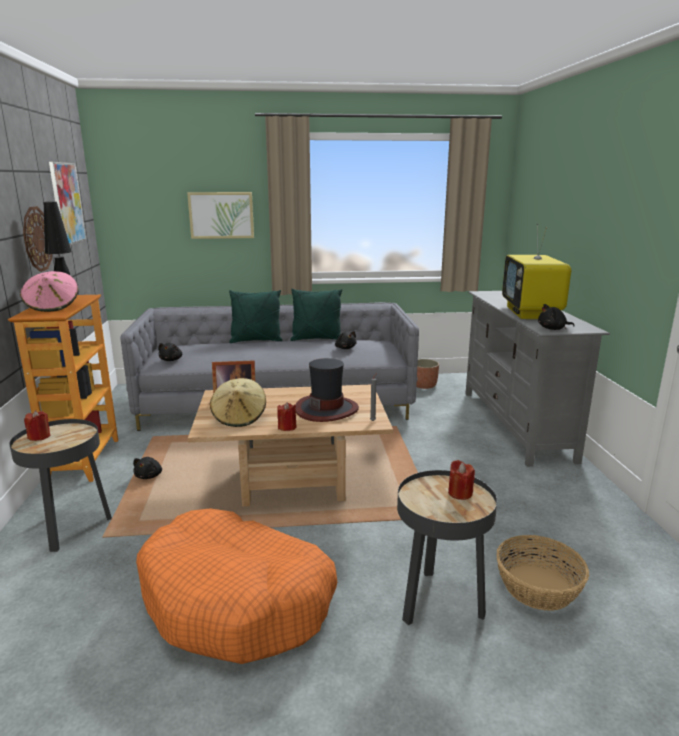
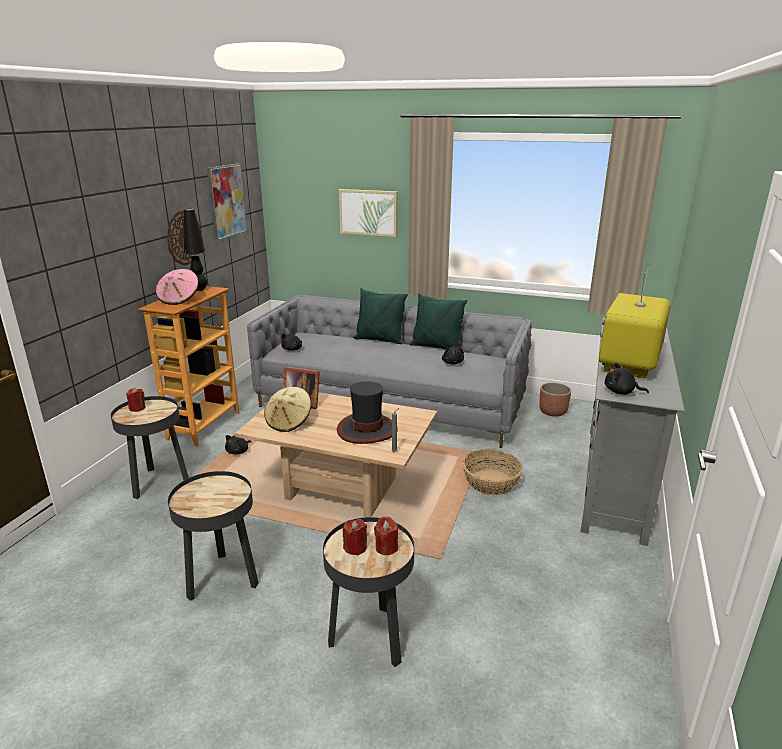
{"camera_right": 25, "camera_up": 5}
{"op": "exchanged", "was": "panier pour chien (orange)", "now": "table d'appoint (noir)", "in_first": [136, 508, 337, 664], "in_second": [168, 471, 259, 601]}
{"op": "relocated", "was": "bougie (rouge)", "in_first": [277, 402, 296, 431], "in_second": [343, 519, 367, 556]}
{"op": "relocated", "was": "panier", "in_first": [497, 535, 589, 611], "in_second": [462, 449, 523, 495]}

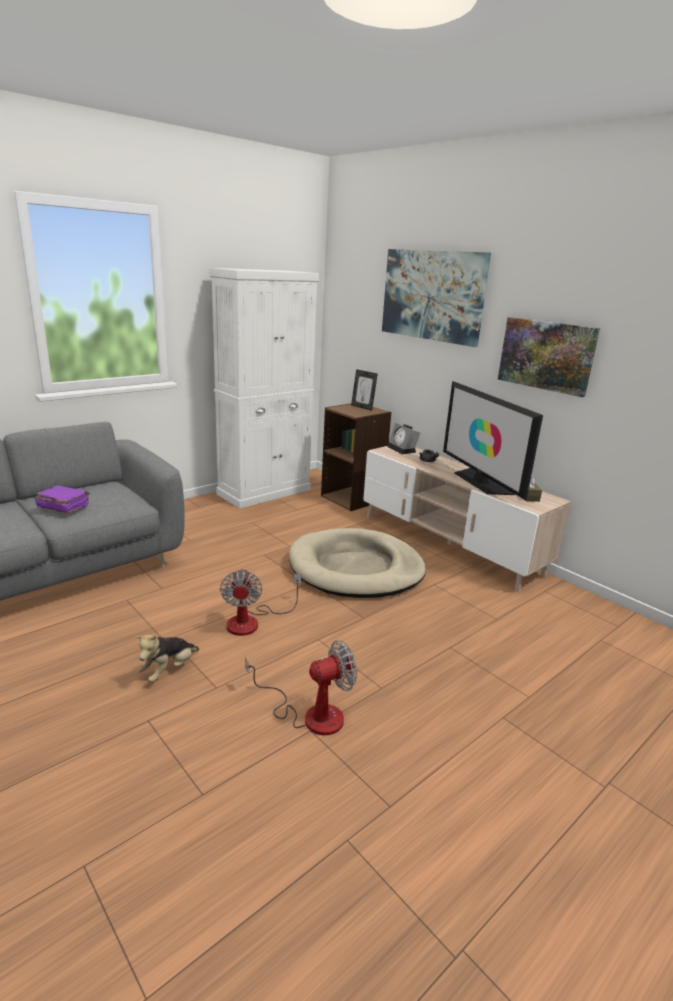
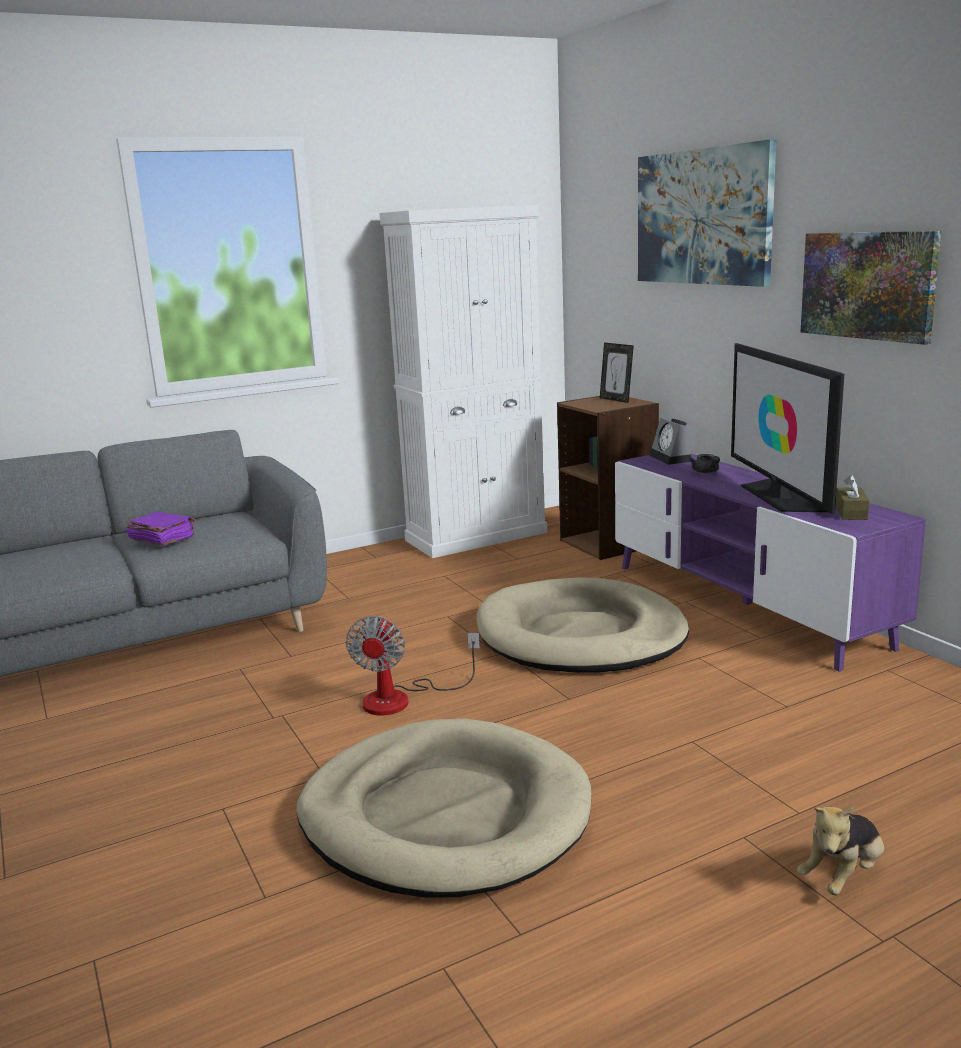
{"camera_right": 15, "camera_up": -5}
{"op": "exchanged", "was": "ventilateur", "now": "panier pour chien (beige)", "in_first": [245, 640, 357, 735], "in_second": [297, 719, 591, 898]}
{"op": "colour", "was": "meuble télé (beige)", "now": "meuble télé (violet)", "in_first": [363, 446, 571, 593], "in_second": [615, 454, 926, 672]}
{"op": "relocated", "was": "peluche", "in_first": [136, 635, 199, 682], "in_second": [797, 807, 884, 896]}

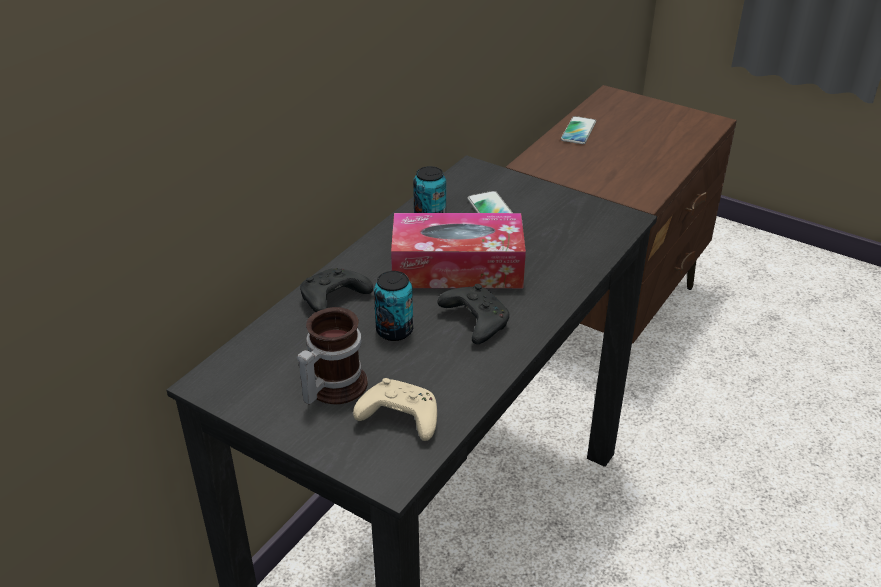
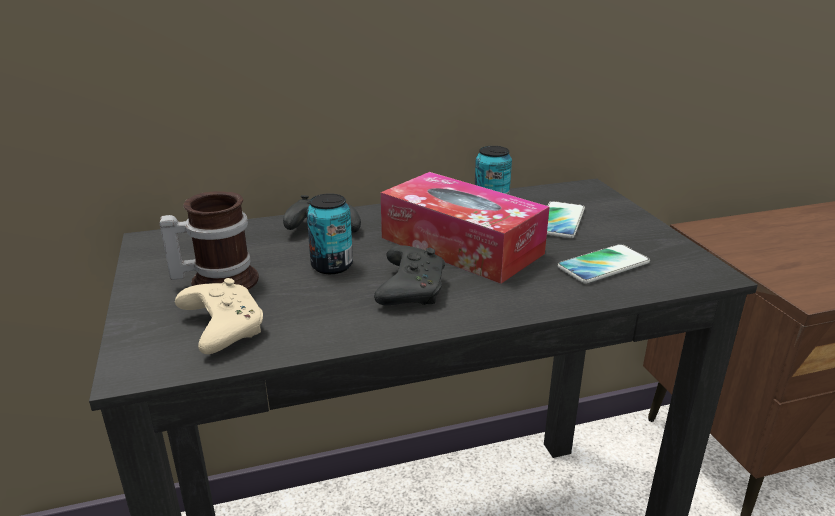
{"camera_right": 40, "camera_up": -10}
{"op": "relocated", "was": "téléphone", "in_first": [561, 116, 596, 144], "in_second": [557, 244, 650, 284]}

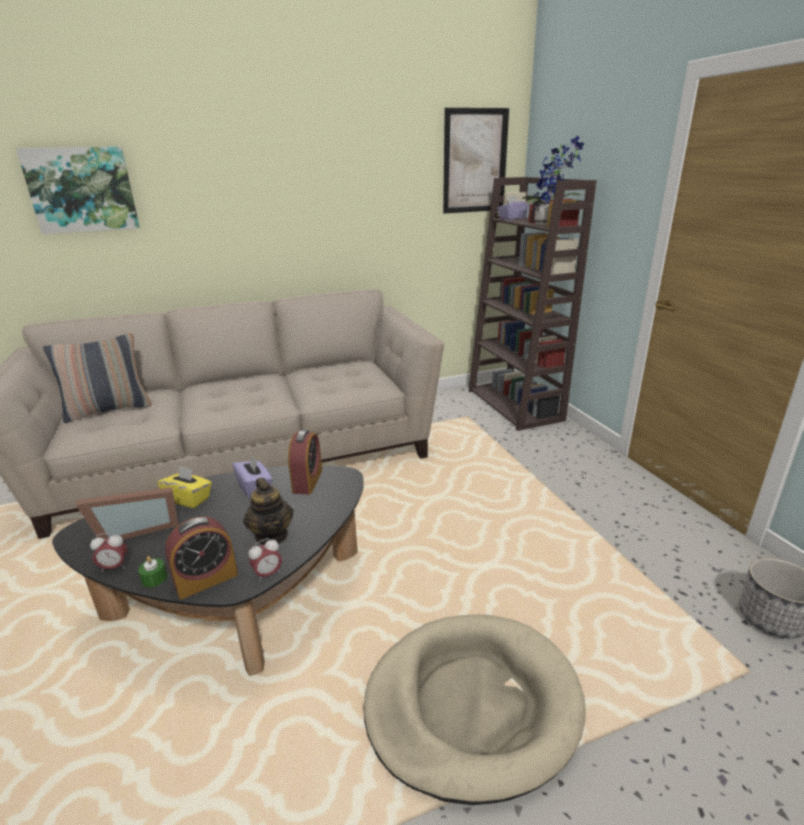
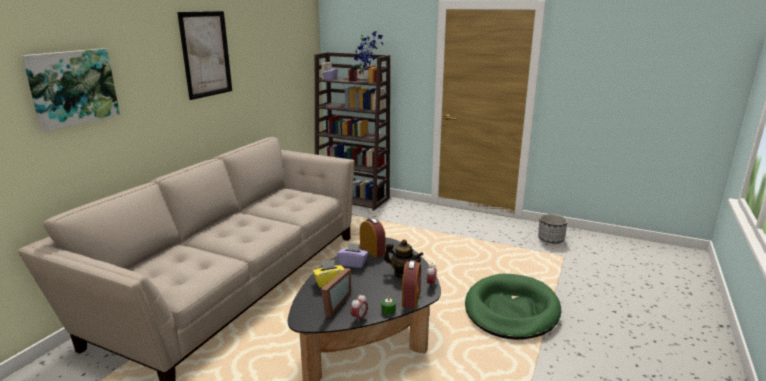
{"camera_right": -45, "camera_up": -5}
{"op": "relocated", "was": "tableau", "in_first": [443, 108, 509, 213], "in_second": [177, 11, 232, 100]}
{"op": "colour", "was": "panier pour chien (beige)", "now": "panier pour chien (vert)", "in_first": [364, 614, 586, 805], "in_second": [465, 274, 561, 340]}
{"op": "missing", "was": "coussin", "in_first": [43, 333, 151, 423]}

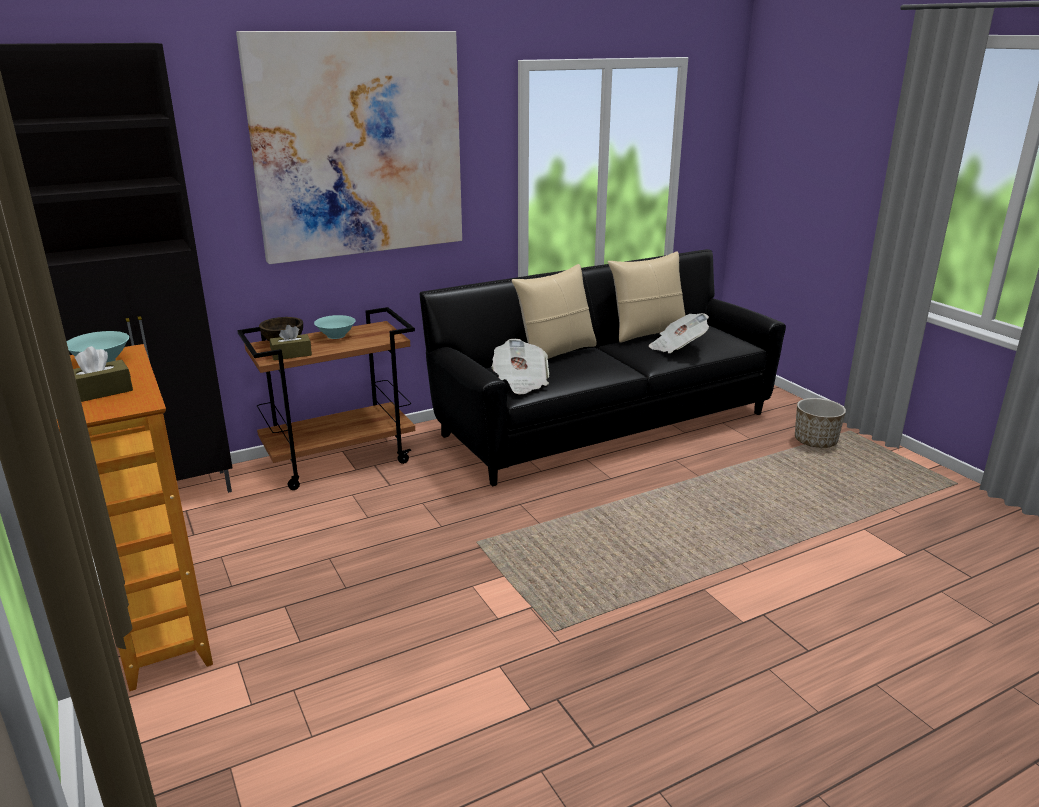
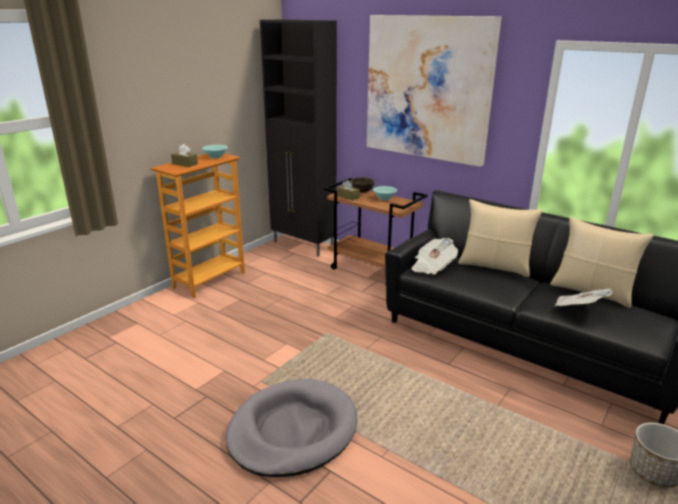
{"camera_right": 65, "camera_up": 0}
{"op": "appeared", "now": "panier pour chien (gris)", "in_second": [226, 379, 357, 477]}

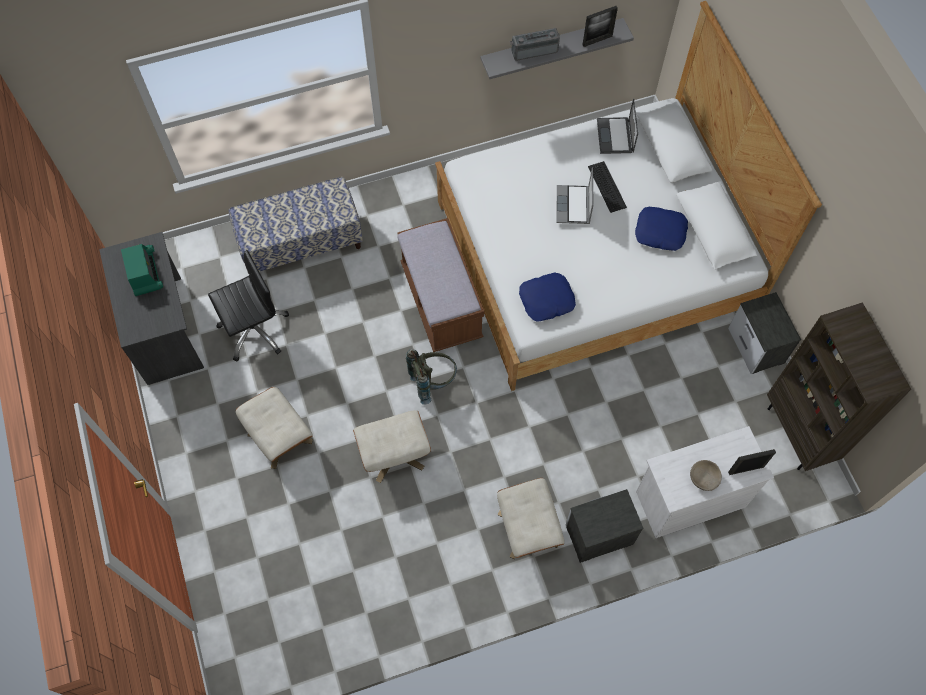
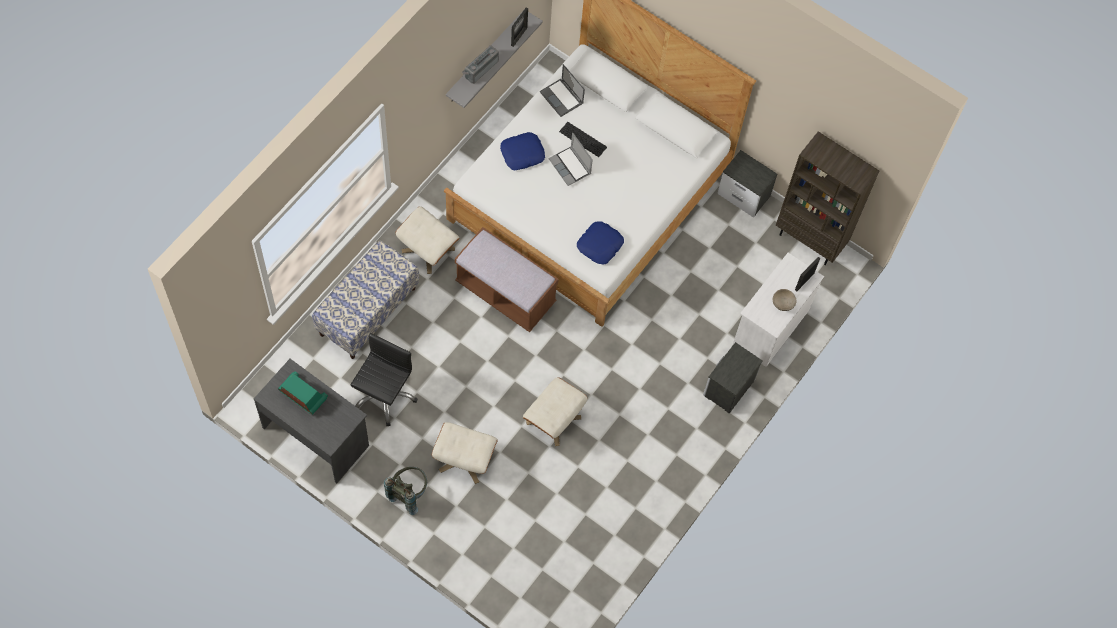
{"camera_right": -40, "camera_up": 0}
{"op": "relocated", "was": "sac à dos (gris)", "in_first": [406, 349, 457, 405], "in_second": [384, 467, 427, 515]}
{"op": "relocated", "was": "pouf (beige)", "in_first": [497, 478, 565, 559], "in_second": [395, 206, 460, 274]}
{"op": "relocated", "was": "coussin (bleu)", "in_first": [635, 207, 688, 251], "in_second": [500, 132, 545, 170]}

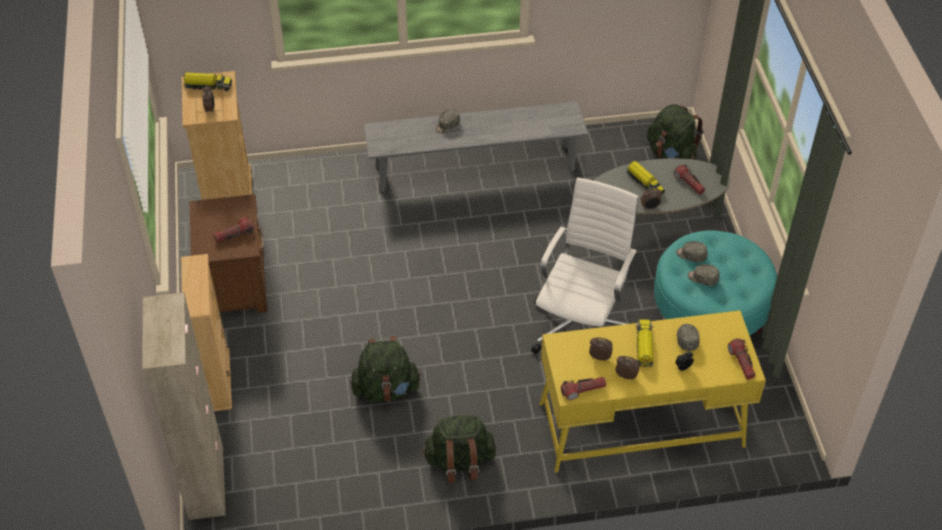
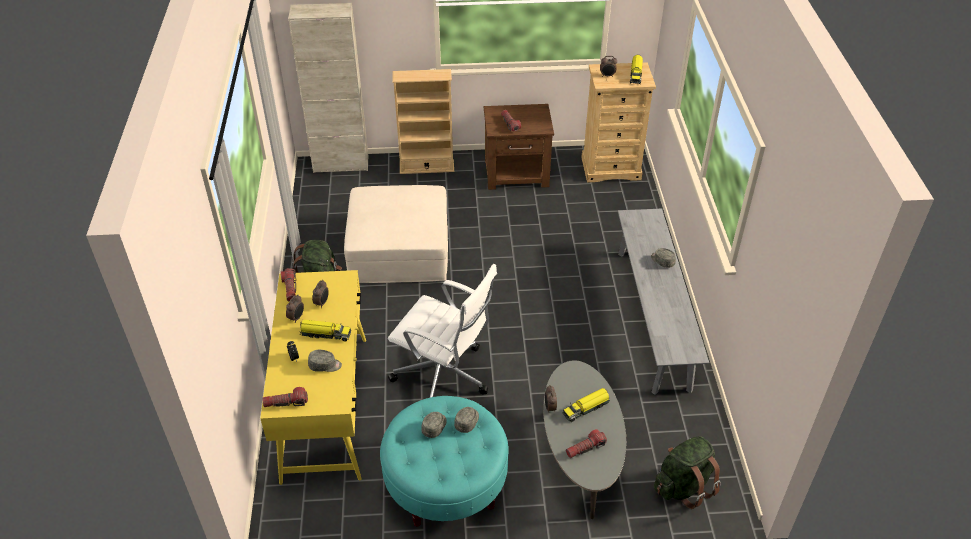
{"camera_right": 95, "camera_up": -5}
{"op": "exchanged", "was": "sac à dos (vert)", "now": "pouf (beige)", "in_first": [350, 336, 421, 402], "in_second": [344, 185, 448, 283]}

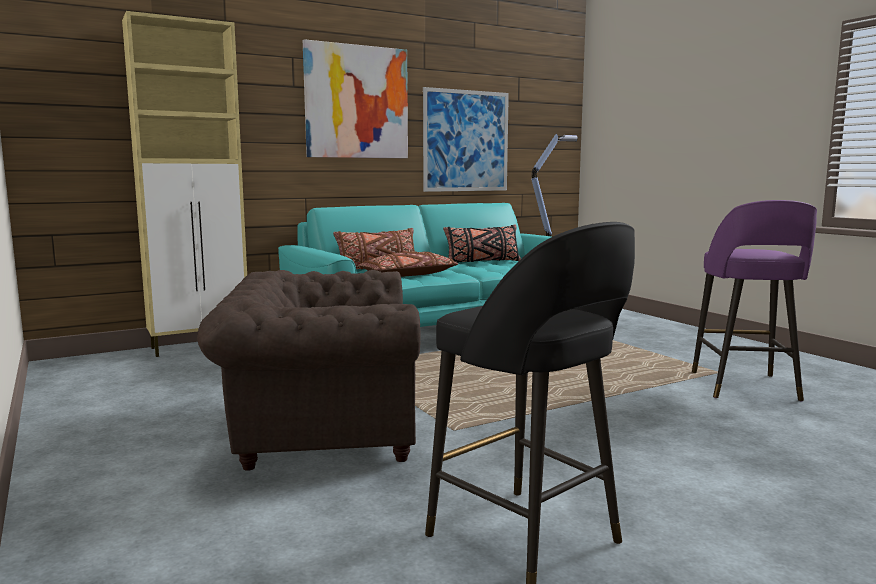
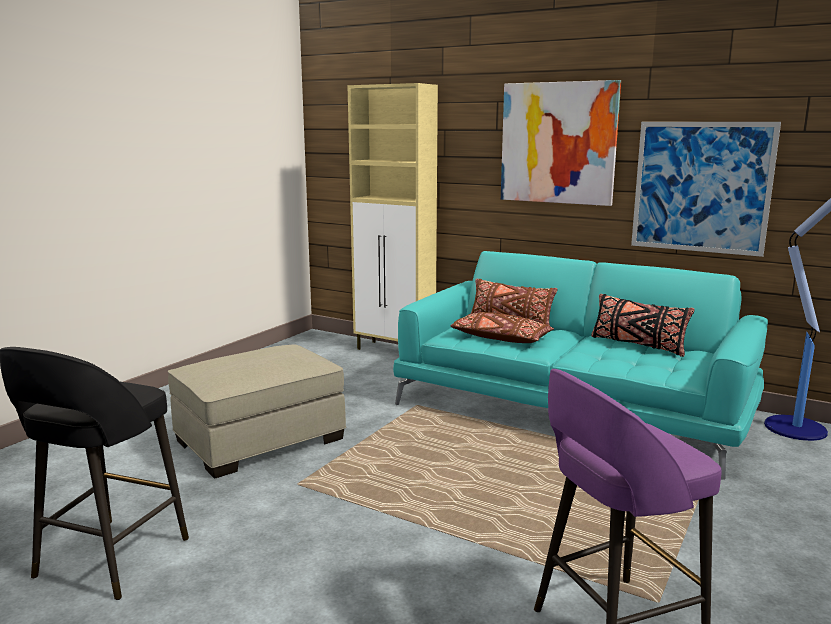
{"camera_right": 60, "camera_up": 5}
{"op": "exchanged", "was": "fauteuil (marron)", "now": "pouf (beige)", "in_first": [197, 270, 421, 471], "in_second": [168, 344, 346, 478]}

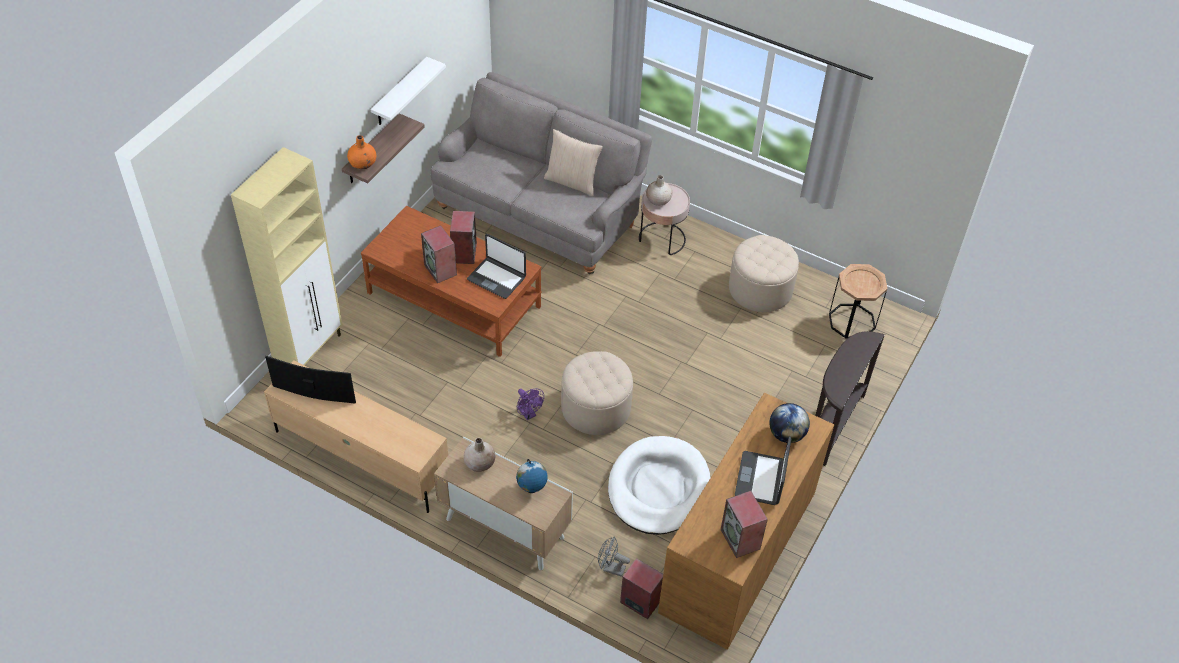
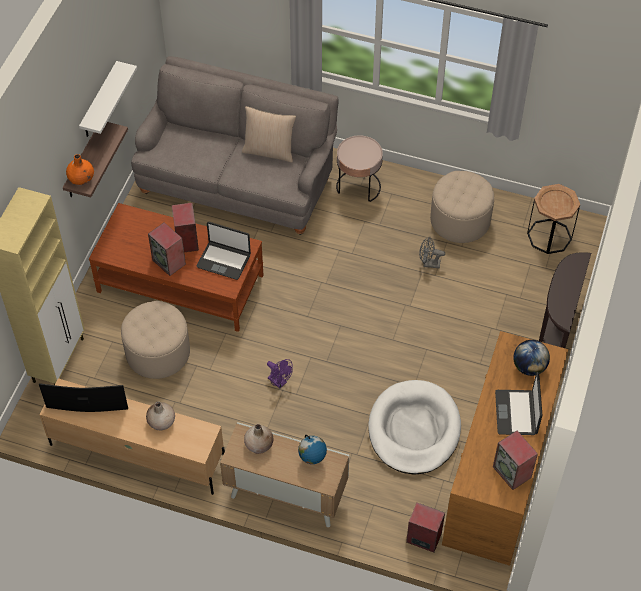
{"camera_right": -10, "camera_up": 5}
{"op": "relocated", "was": "pouf (beige)", "in_first": [561, 351, 633, 435], "in_second": [121, 301, 190, 379]}
{"op": "relocated", "was": "vase (beige)", "in_first": [646, 175, 672, 206], "in_second": [146, 401, 175, 431]}
{"op": "relocated", "was": "ventilateur (gris)", "in_first": [598, 536, 630, 577], "in_second": [419, 236, 445, 268]}

